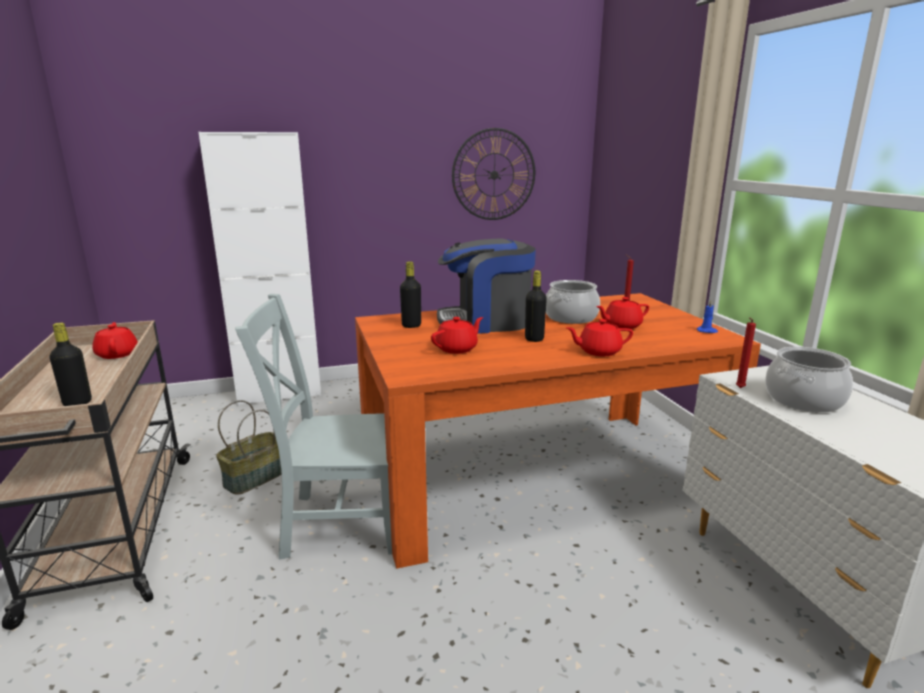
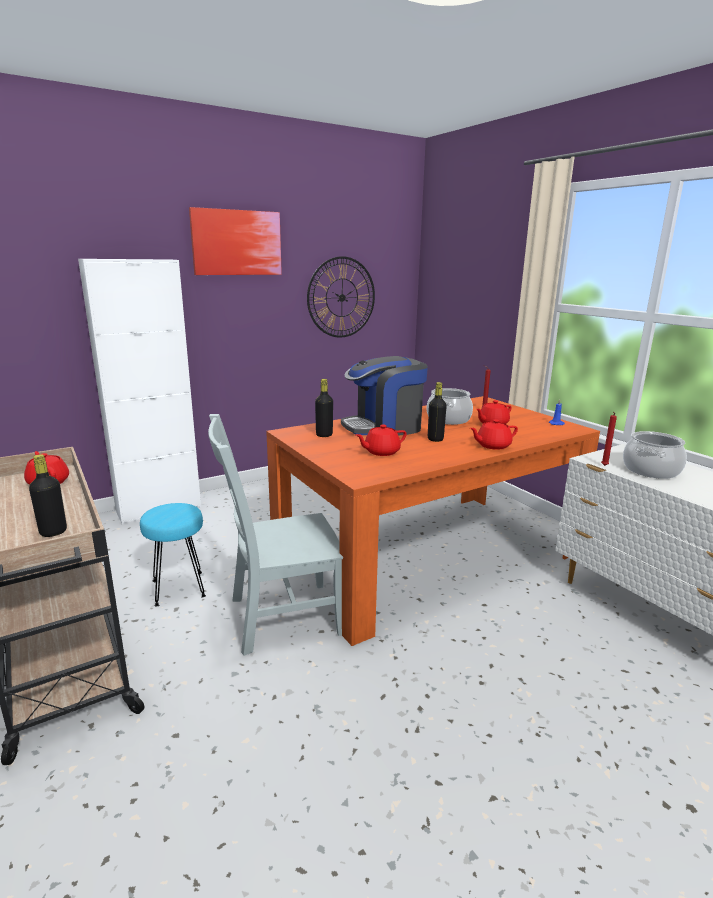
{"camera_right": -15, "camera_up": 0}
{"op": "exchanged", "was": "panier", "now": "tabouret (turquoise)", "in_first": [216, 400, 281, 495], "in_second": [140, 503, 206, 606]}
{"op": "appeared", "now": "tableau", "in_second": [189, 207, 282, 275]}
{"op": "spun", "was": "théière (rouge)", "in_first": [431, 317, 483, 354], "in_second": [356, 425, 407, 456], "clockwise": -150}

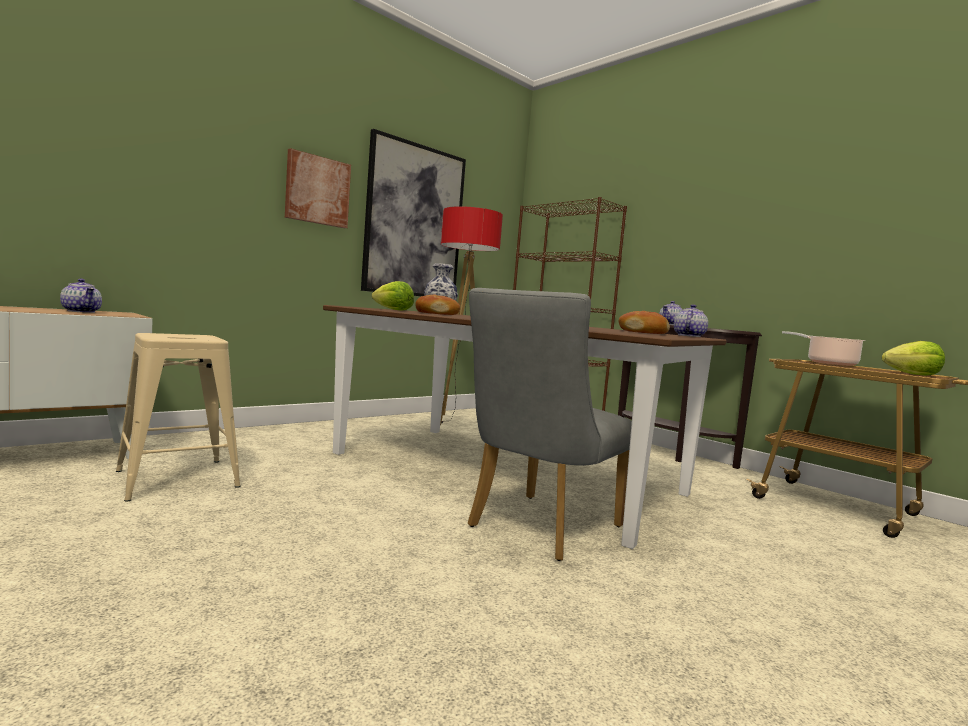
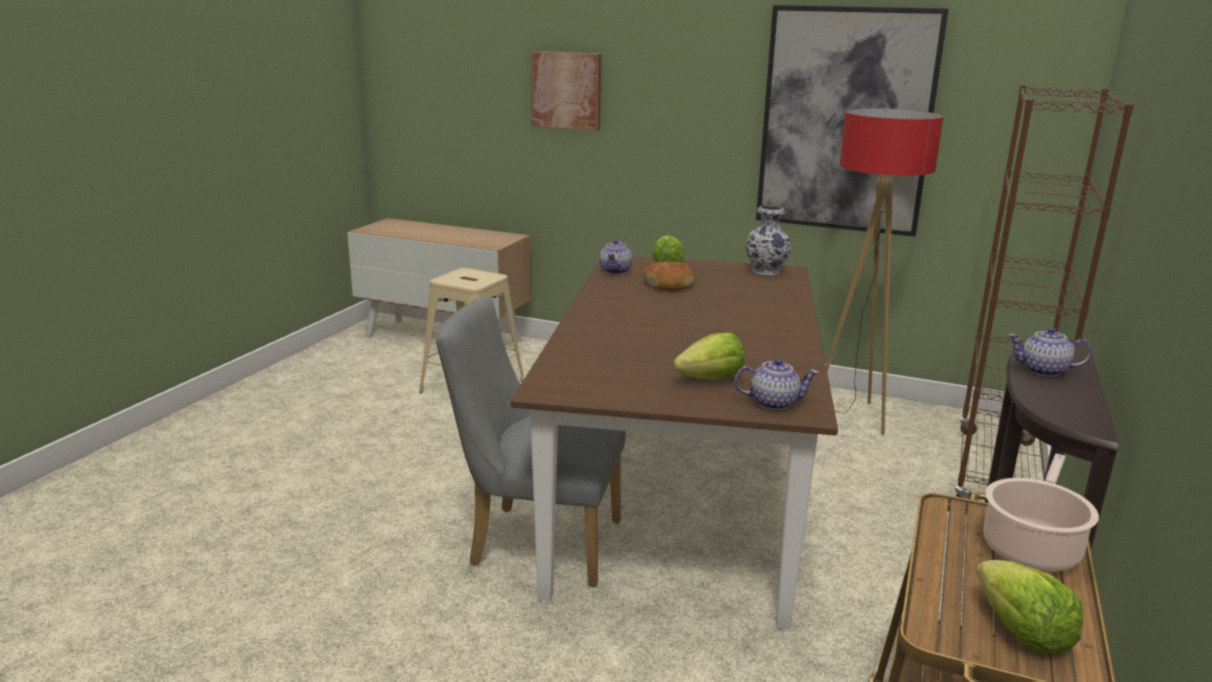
{"camera_right": 65, "camera_up": 15}
{"op": "relocated", "was": "tableau", "in_first": [285, 148, 351, 228], "in_second": [531, 51, 601, 131]}
{"op": "relocated", "was": "théière", "in_first": [60, 279, 102, 313], "in_second": [599, 239, 632, 274]}
{"op": "exchanged", "was": "pain", "now": "laitue", "in_first": [619, 311, 670, 334], "in_second": [673, 332, 745, 379]}

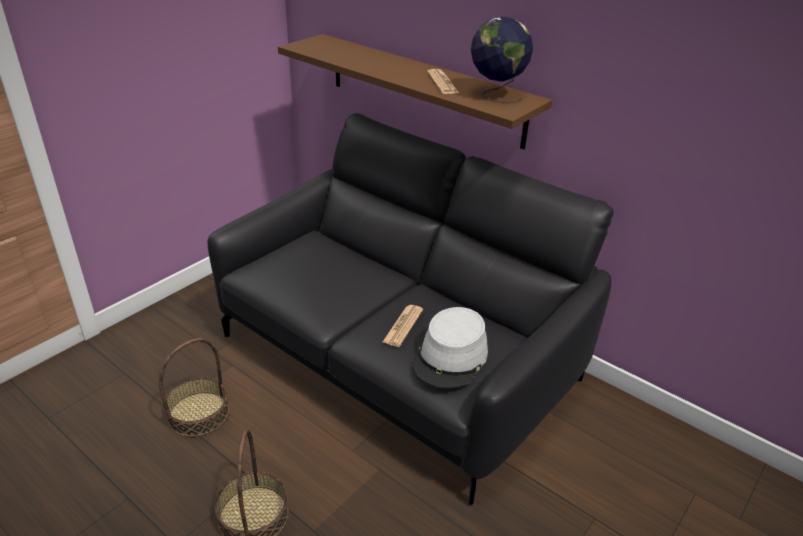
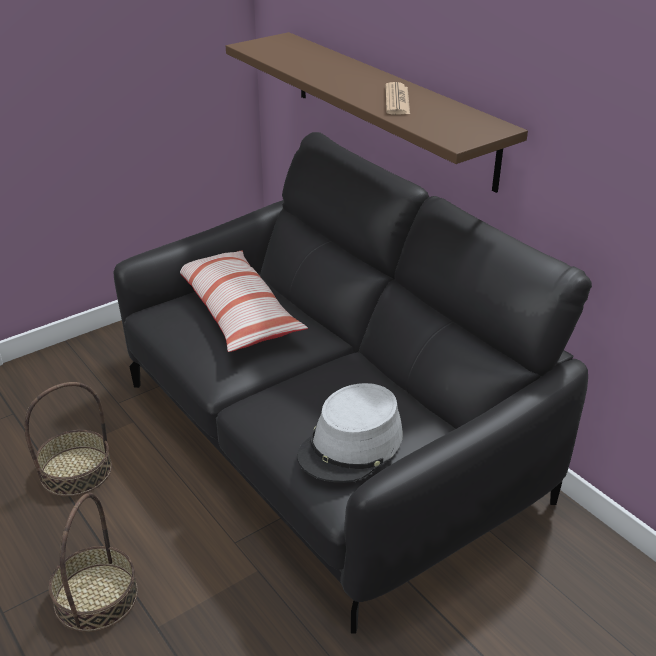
{"camera_right": 15, "camera_up": 0}
{"op": "appeared", "now": "coussin", "in_second": [180, 250, 308, 352]}
{"op": "missing", "was": "journal", "in_first": [383, 305, 423, 347]}
{"op": "missing", "was": "globe", "in_first": [471, 16, 533, 103]}

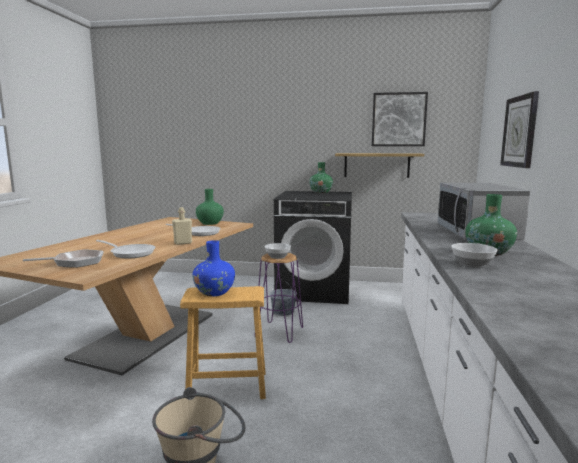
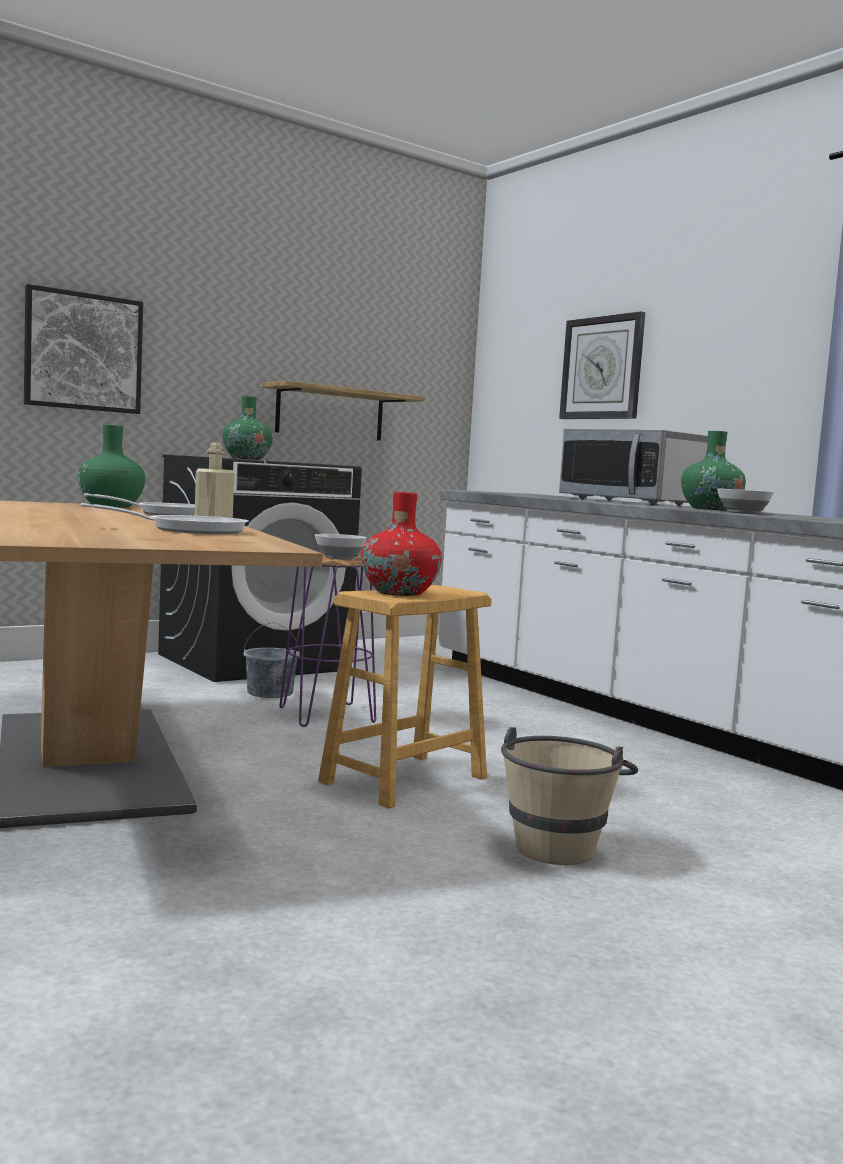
{"camera_right": -45, "camera_up": -5}
{"op": "relocated", "was": "tableau", "in_first": [372, 92, 428, 146], "in_second": [24, 284, 143, 414]}
{"op": "colour", "was": "vase (bleu)", "now": "vase (rouge)", "in_first": [192, 240, 235, 296], "in_second": [361, 492, 442, 596]}
{"op": "missing", "was": "poêle", "in_first": [23, 250, 104, 268]}

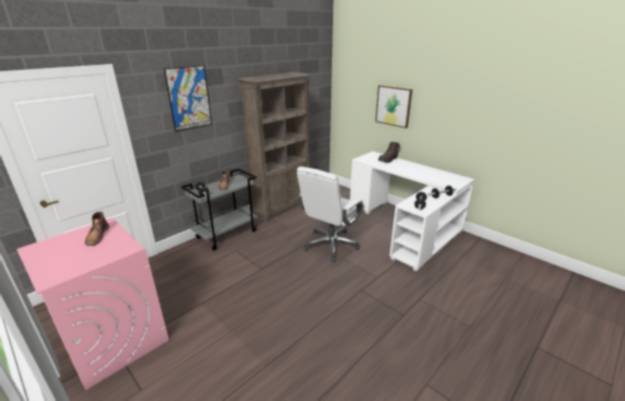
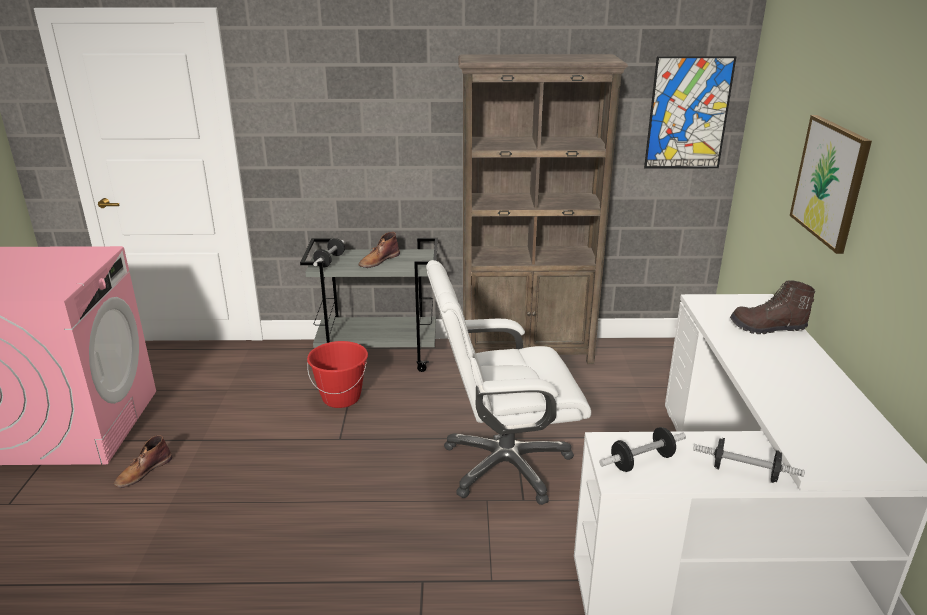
{"camera_right": 45, "camera_up": 0}
{"op": "relocated", "was": "botte (marron)", "in_first": [85, 211, 109, 246], "in_second": [114, 435, 172, 488]}
{"op": "appeared", "now": "seau (rouge)", "in_second": [307, 341, 368, 408]}
{"op": "relocated", "was": "tableau", "in_first": [164, 65, 212, 132], "in_second": [644, 56, 737, 169]}

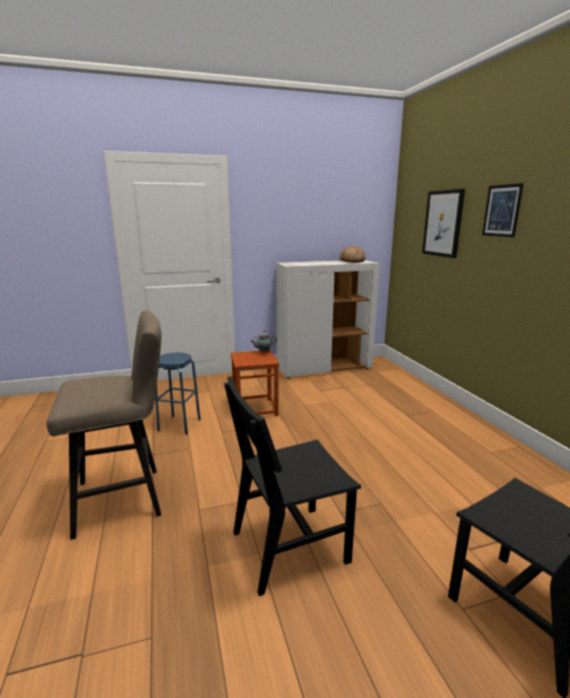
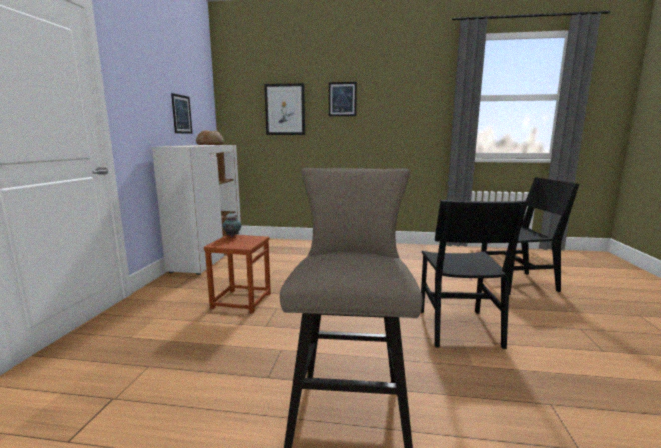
{"camera_right": -65, "camera_up": -5}
{"op": "appeared", "now": "tableau", "in_second": [171, 93, 193, 134]}
{"op": "missing", "was": "tabouret (bleu)", "in_first": [155, 352, 201, 435]}

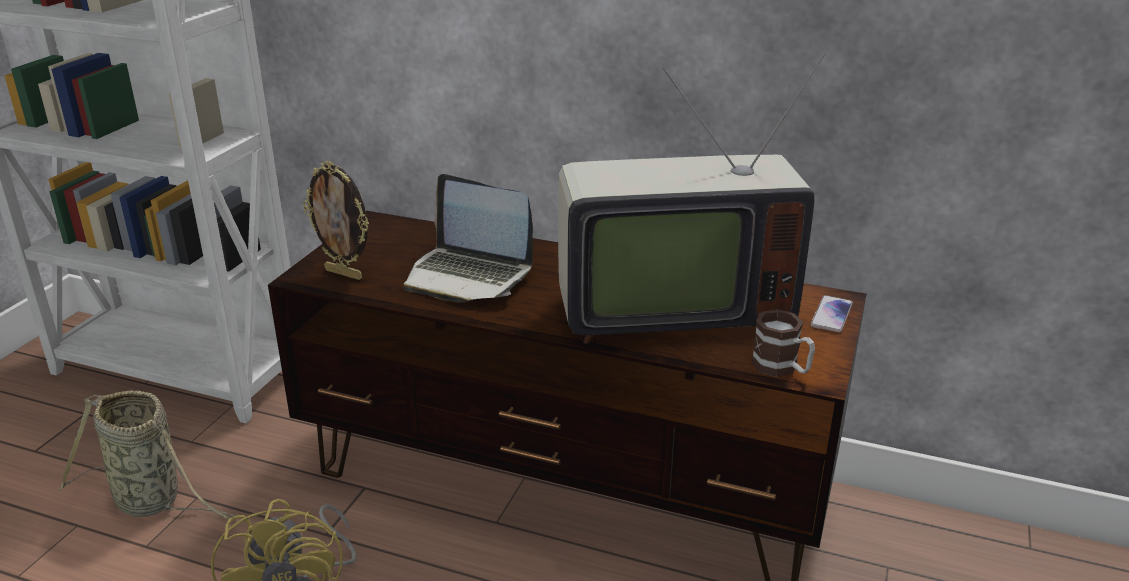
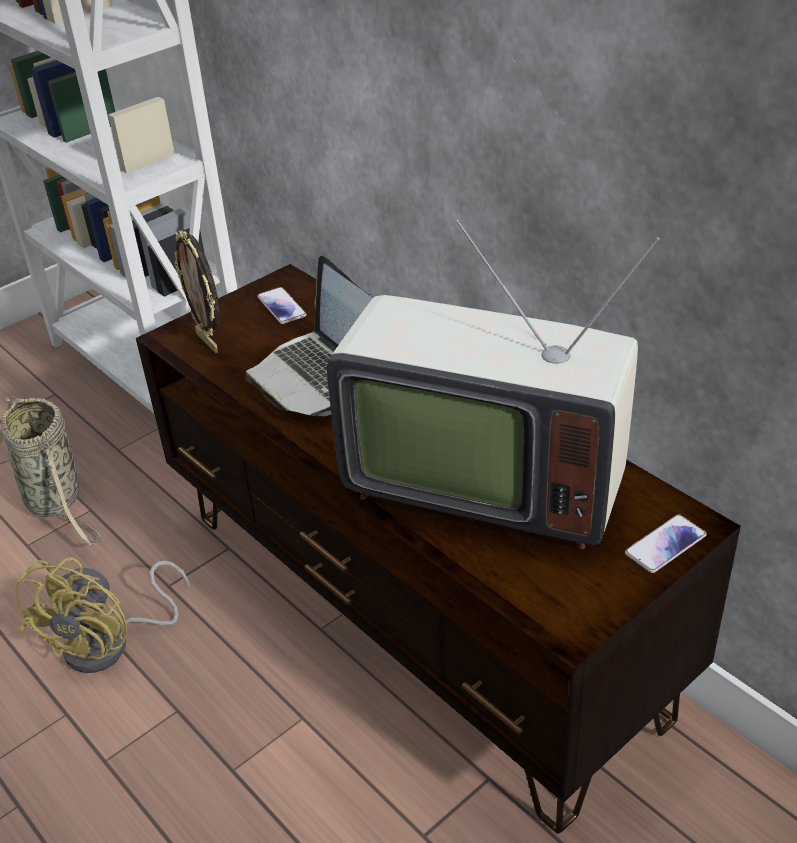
{"camera_right": 30, "camera_up": 10}
{"op": "appeared", "now": "téléphone", "in_second": [257, 287, 306, 324]}
{"op": "missing", "was": "mug", "in_first": [751, 309, 815, 377]}

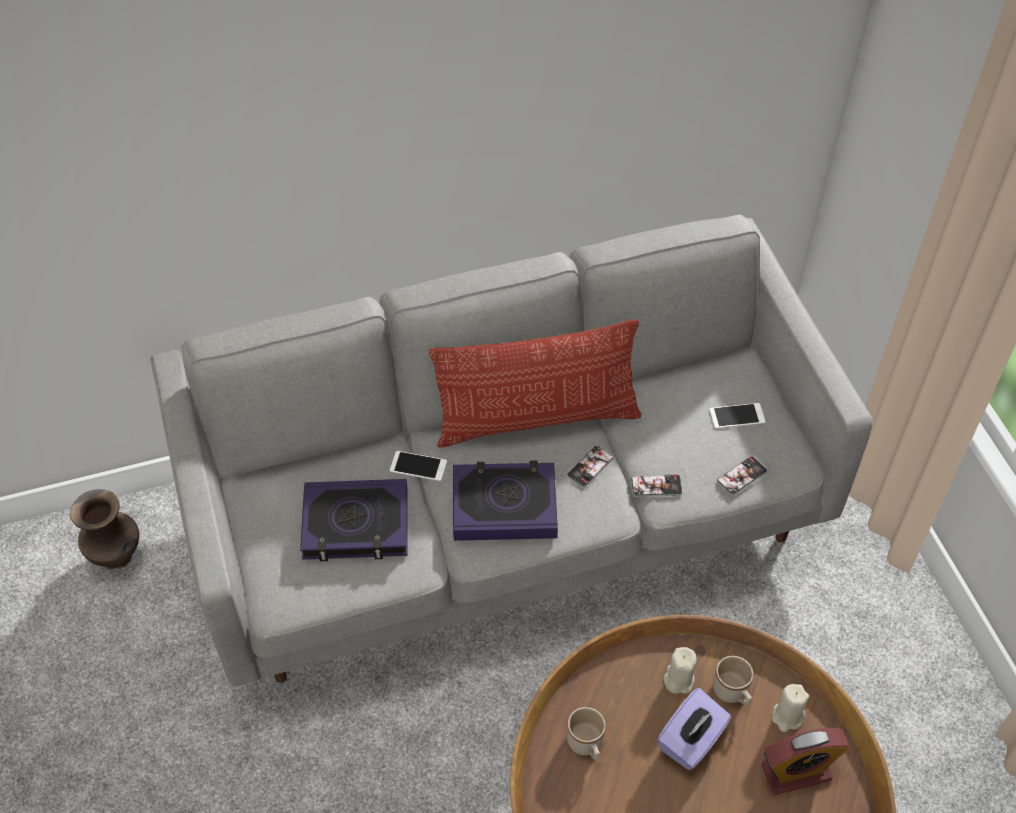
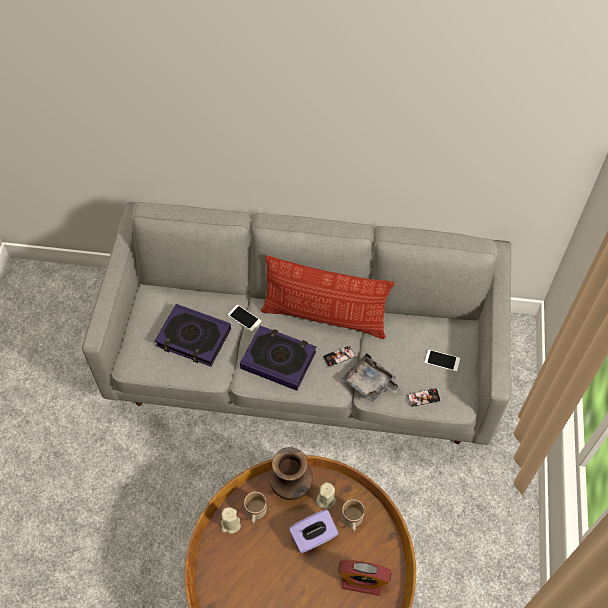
{"camera_right": 25, "camera_up": 5}
{"op": "relocated", "was": "bougie (beige)", "in_first": [772, 684, 809, 732], "in_second": [221, 507, 241, 534]}
{"op": "relocated", "was": "vase (marron)", "in_first": [70, 489, 139, 569], "in_second": [269, 447, 313, 500]}
{"op": "exchanged", "was": "téléphone", "now": "plateau (gris)", "in_first": [631, 474, 683, 497], "in_second": [342, 353, 402, 402]}

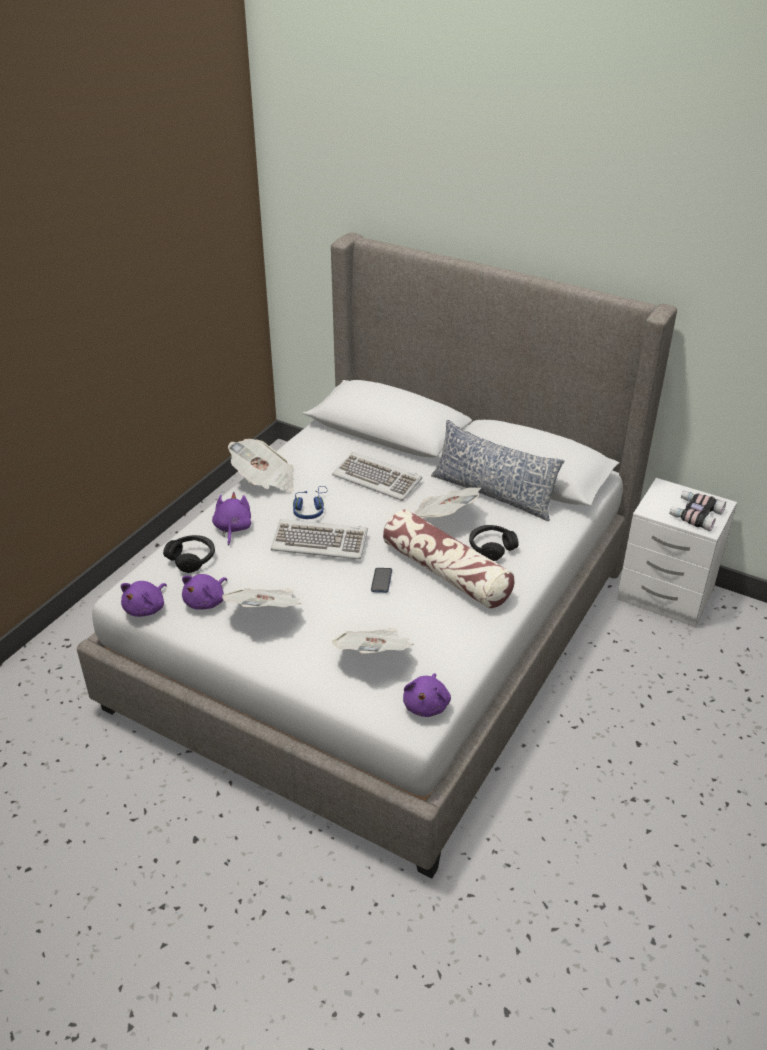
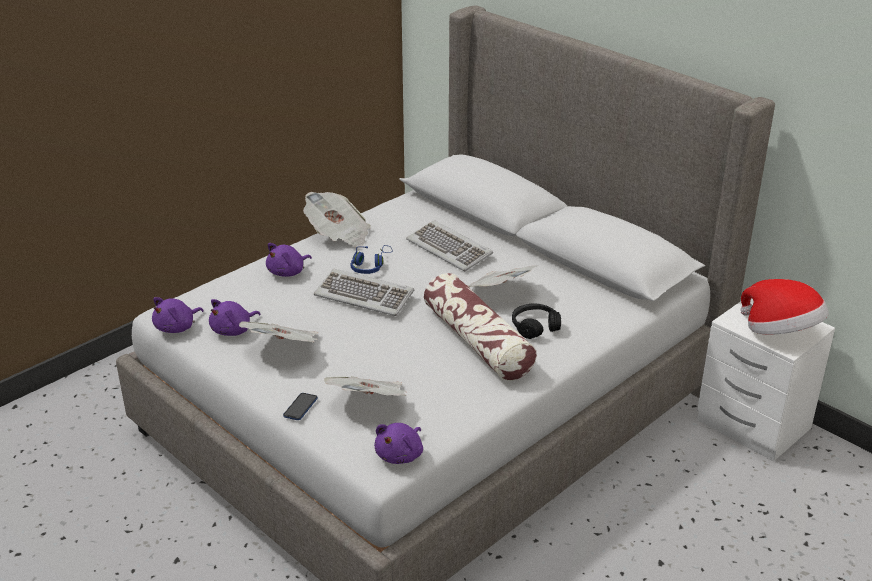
{"camera_right": 15, "camera_up": -5}
{"op": "spun", "was": "peluche (violet)", "in_first": [212, 492, 251, 545], "in_second": [266, 243, 312, 277], "clockwise": -150}
{"op": "relocated", "was": "téléphone", "in_first": [371, 568, 392, 593], "in_second": [283, 393, 318, 420]}
{"op": "exchanged", "was": "jumelles", "now": "chapeau", "in_first": [669, 491, 726, 531], "in_second": [740, 279, 829, 335]}
{"op": "missing", "was": "casque audio (noir)", "in_first": [163, 535, 215, 573]}
{"op": "missing", "was": "coussin", "in_first": [431, 420, 564, 521]}

